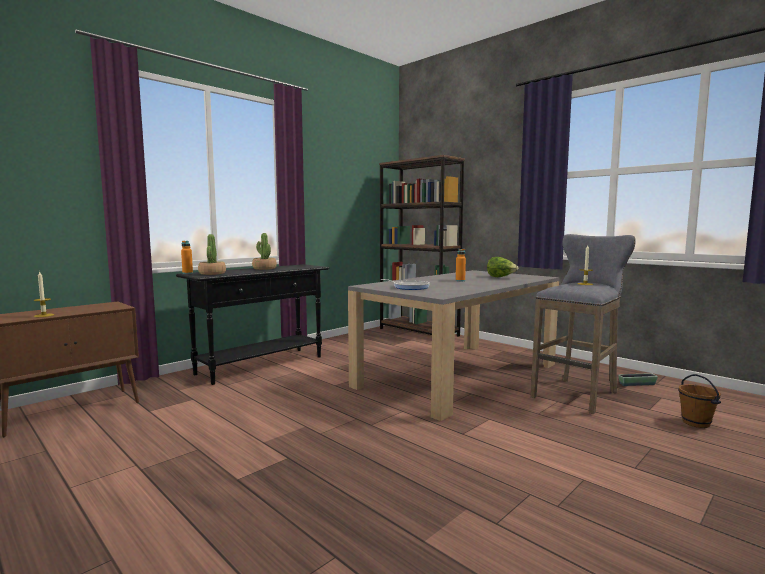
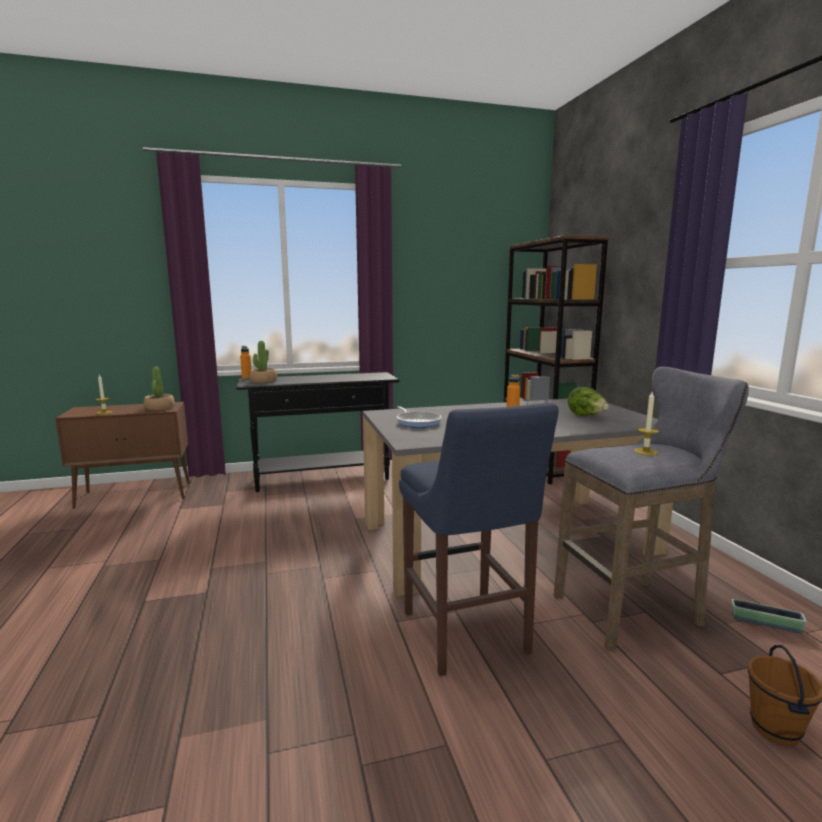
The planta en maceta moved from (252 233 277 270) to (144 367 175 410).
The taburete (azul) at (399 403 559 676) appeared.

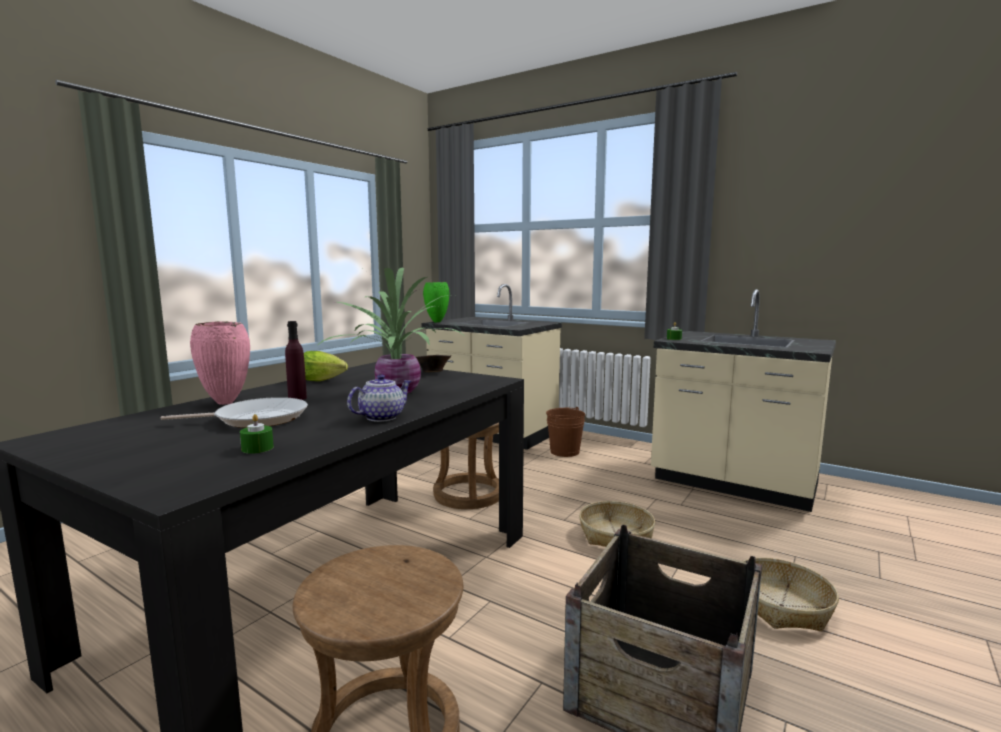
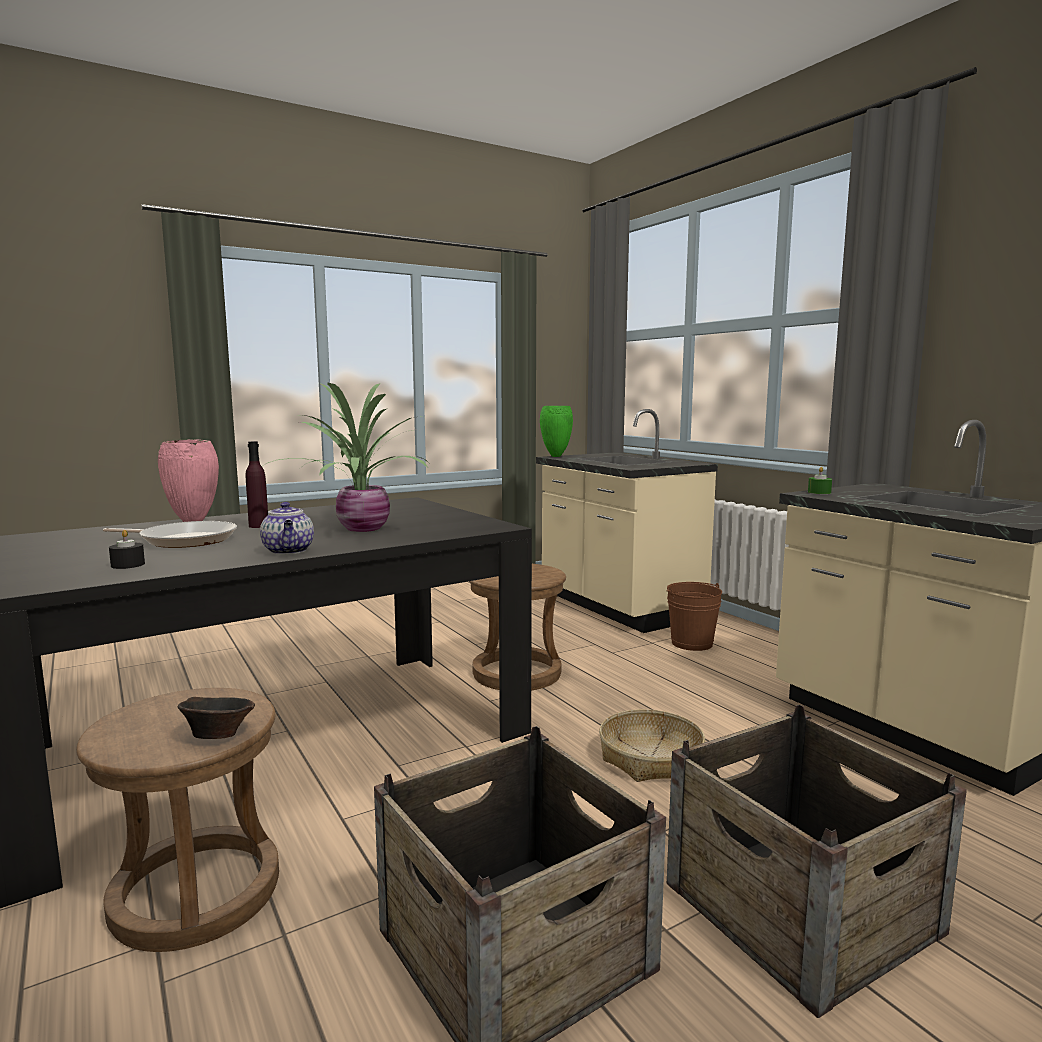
The lechuga at (304 351 348 381) disappeared.
The cuenco (marrón) moved from (416 355 451 372) to (178 697 255 739).
The tetera at (347 374 411 422) turned 90 degrees clockwise.
The vela (verde) at (240 414 274 454) became the vela (negro) at (109 530 145 569).
The cesta at (743 558 839 631) was replaced by the caja de embalaje at (667 705 967 1018).

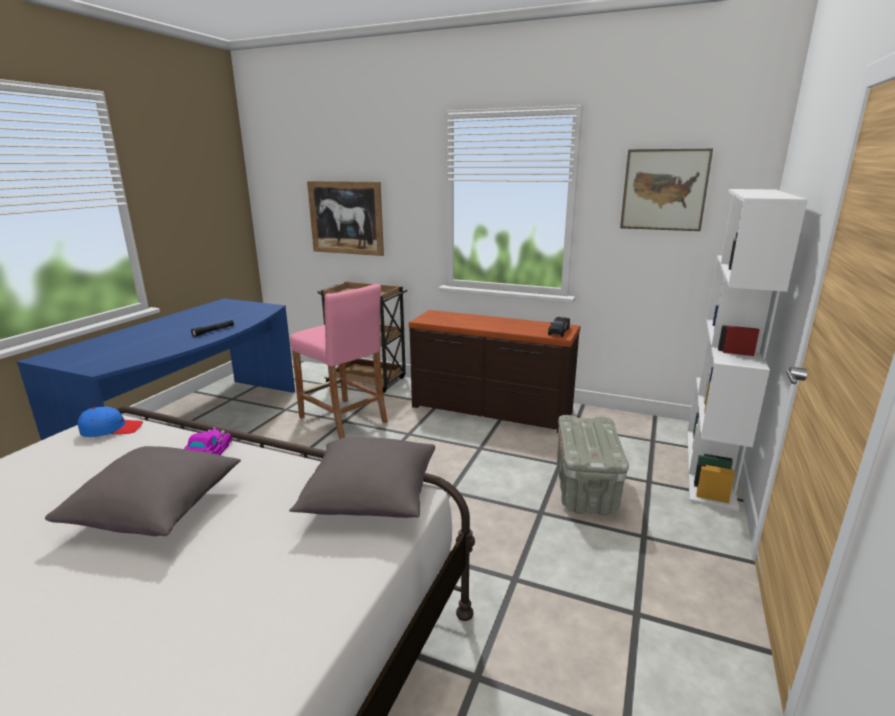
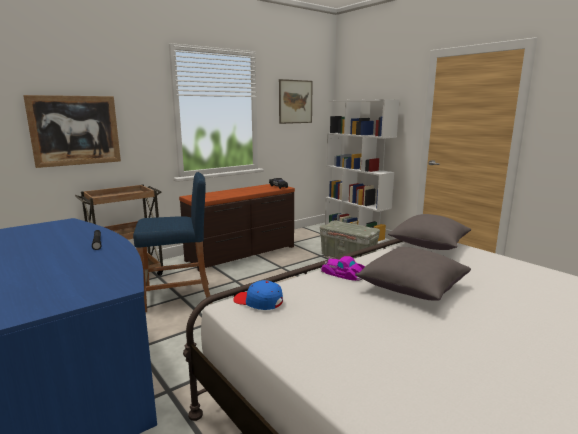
The taburete (rosa) at (290 284 388 439) became the taburete (azul) at (133 172 213 312).
The gorra (azul) at (78 407 143 437) turned 75 degrees counterclockwise.

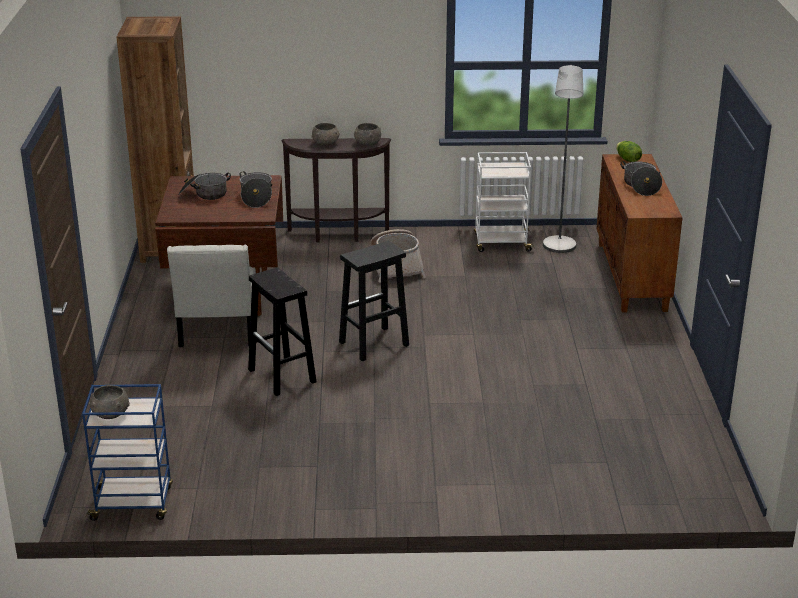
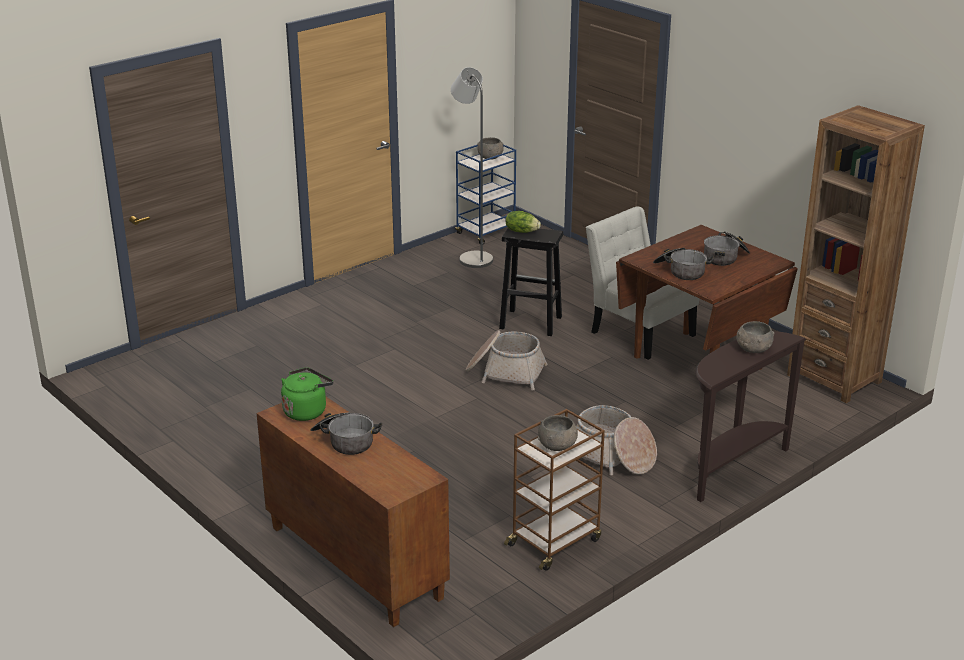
The lámpara de pie (gris) moved from (543 65 583 253) to (451 67 493 268).
The cuenco (gris) moved from (354 123 381 146) to (537 415 578 451).
The lechuga moved from (616 141 642 162) to (505 211 541 233).
The carrito (blanco) at (474 152 535 252) became the carrito (marrón) at (504 409 605 571).
The taburete (negro) at (339 241 409 361) was replaced by the cesta at (466 330 548 391).
The hervidor (verde) at (281 367 333 421) appeared.

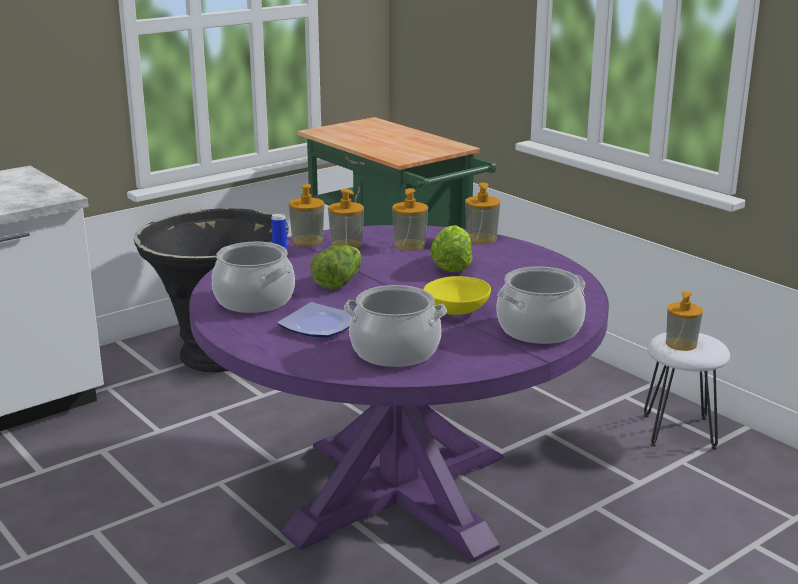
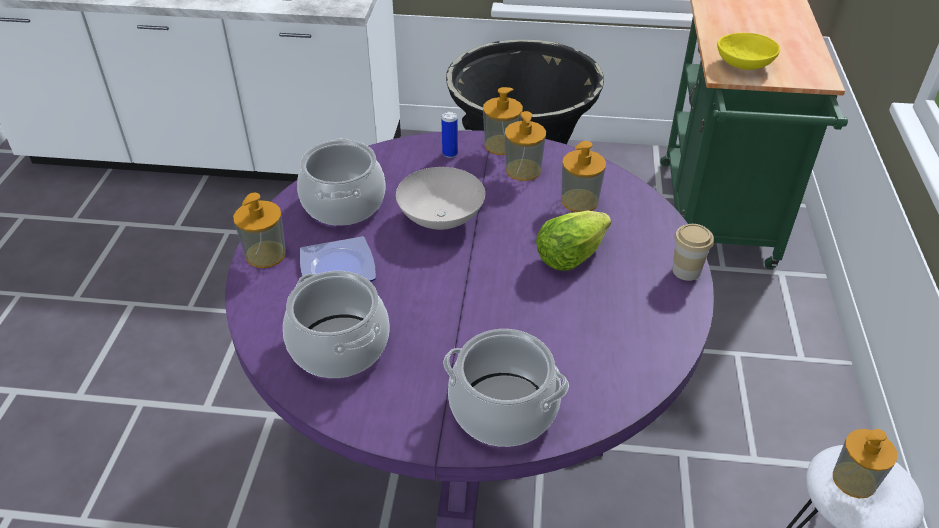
The dispensador de jabón moved from (465 183 500 244) to (233 193 286 268).
The lechuga at (310 245 362 290) was replaced by the cuenco (blanco) at (396 167 485 230).
The cuenco (amarillo) moved from (423 276 491 315) to (717 33 780 70).
The taza at (672 224 714 281) appeared.

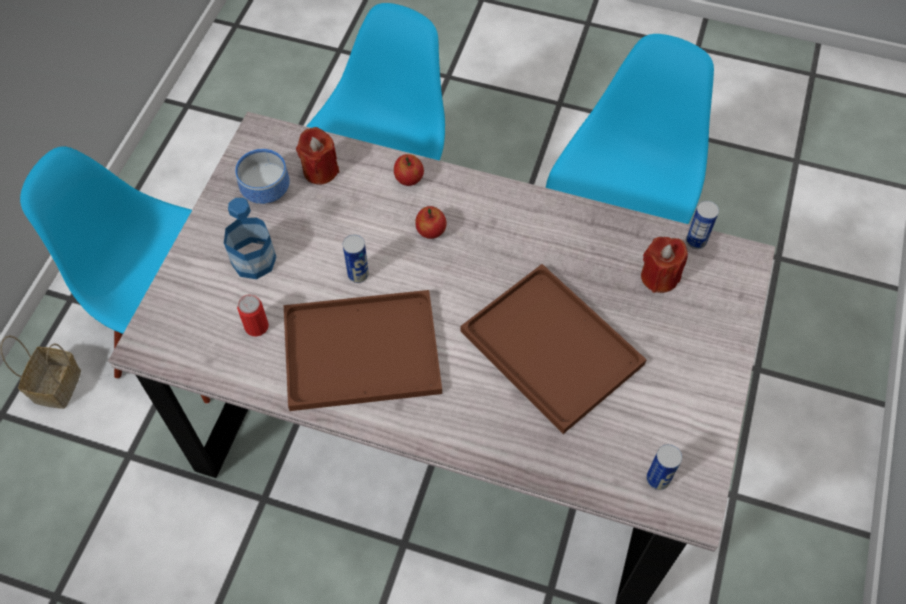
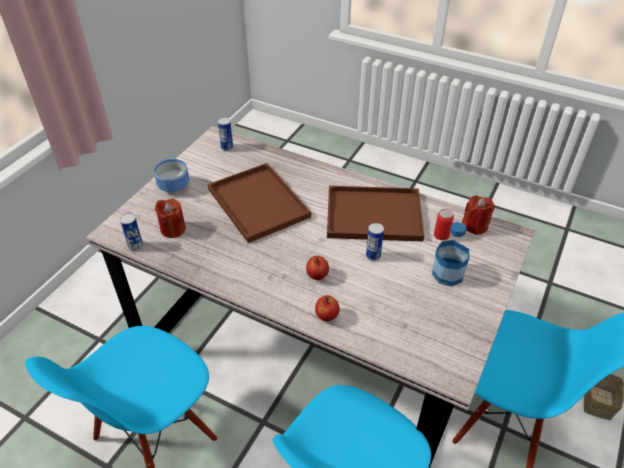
The vela (rojo) moved from (296 127 339 185) to (462 195 495 235).
The cuenco moved from (235 149 290 204) to (154 159 189 193).

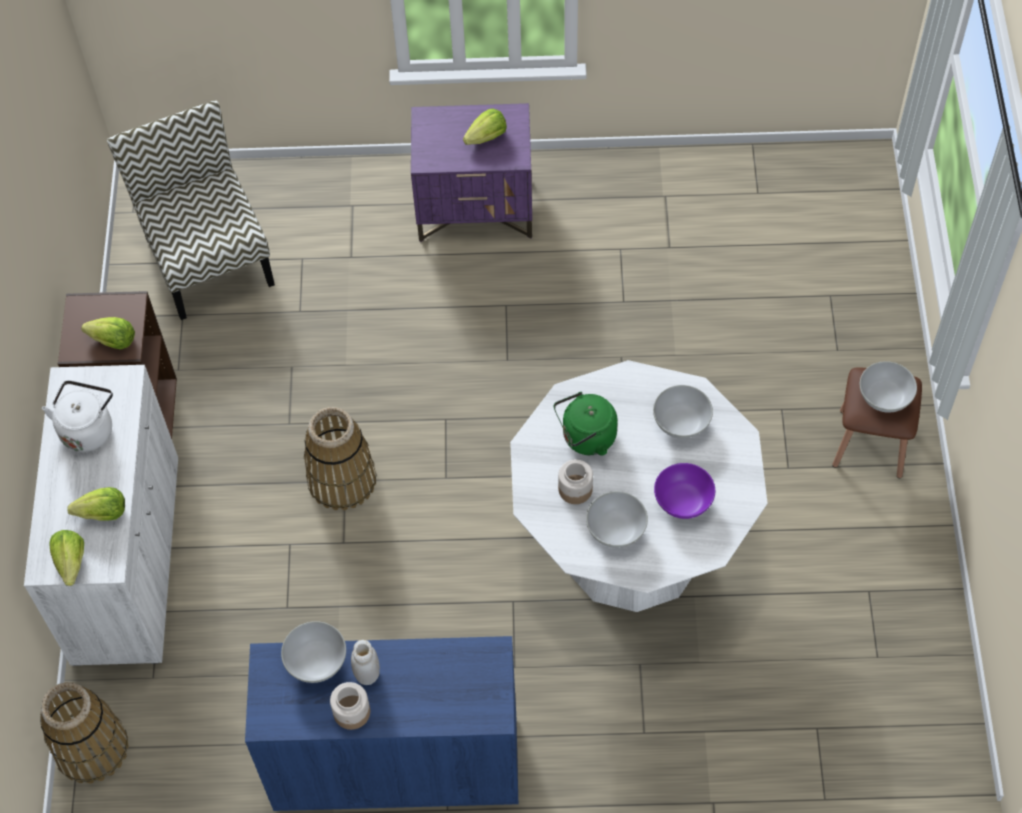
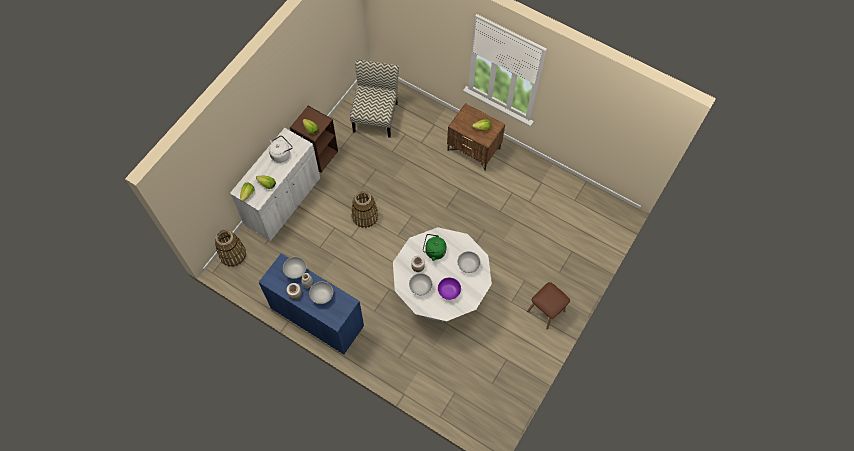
The mesita de noche (morado) at (411 103 532 242) became the mesita de noche (marrón) at (447 103 505 171).
The cuenco (blanco) moved from (860 361 917 413) to (309 281 333 304).

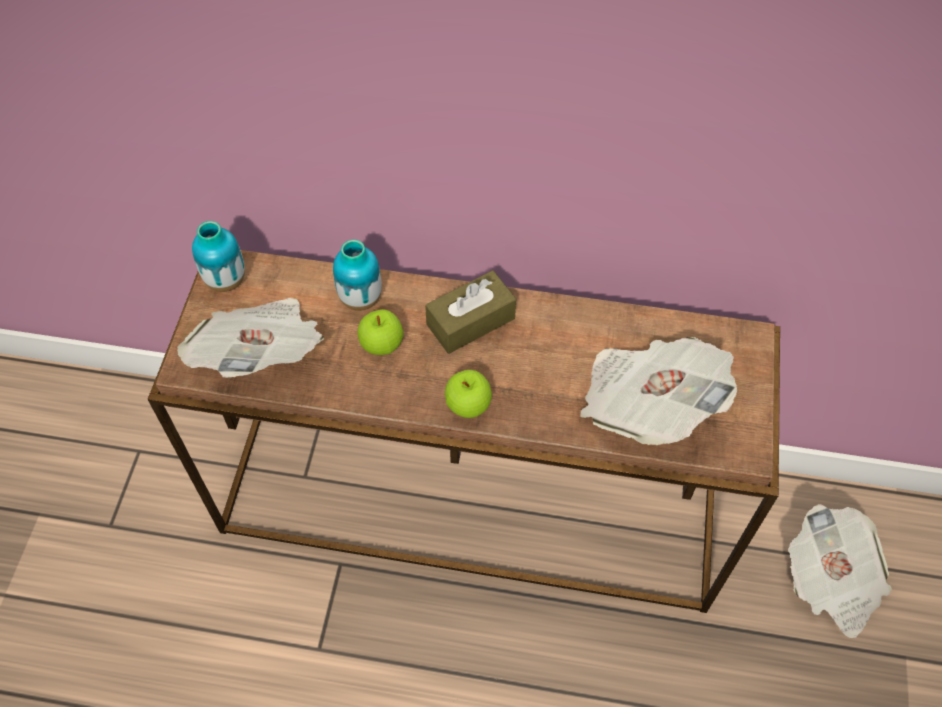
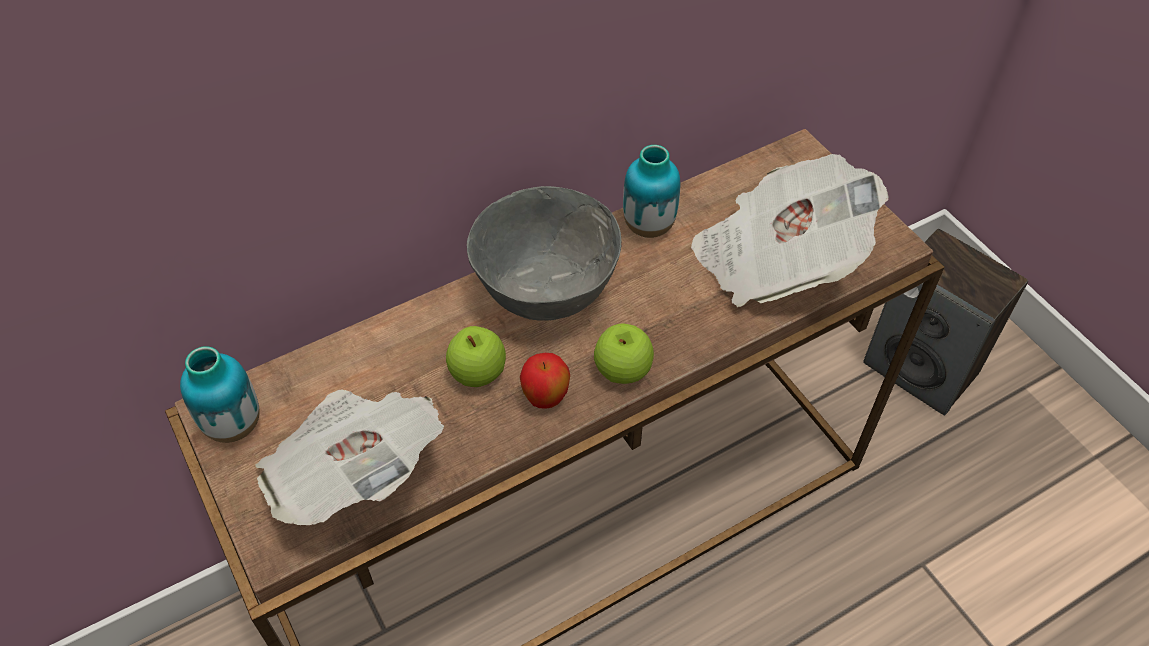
The florero moved from (333 240 381 311) to (623 145 680 238).
The caja de pañuelos (marrón) at (425 270 516 354) was replaced by the cuenco (gris) at (467 186 621 321).
The periódico at (788 504 892 638) was replaced by the altavoz at (863 229 1028 416).
The manzana at (520 353 570 409) appeared.

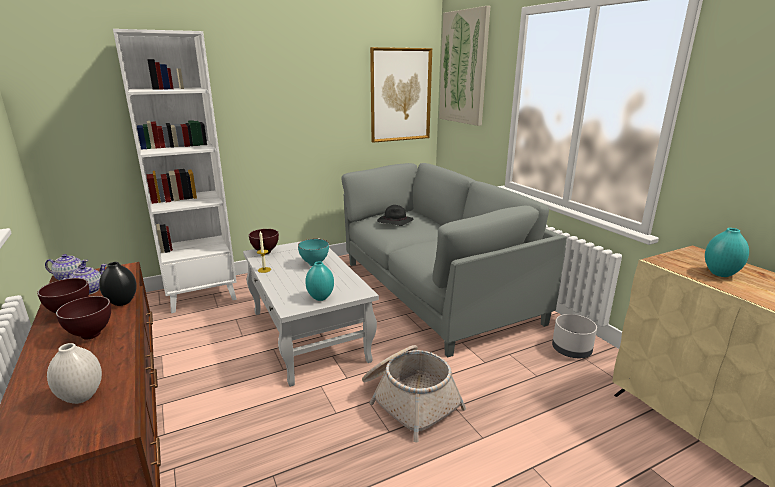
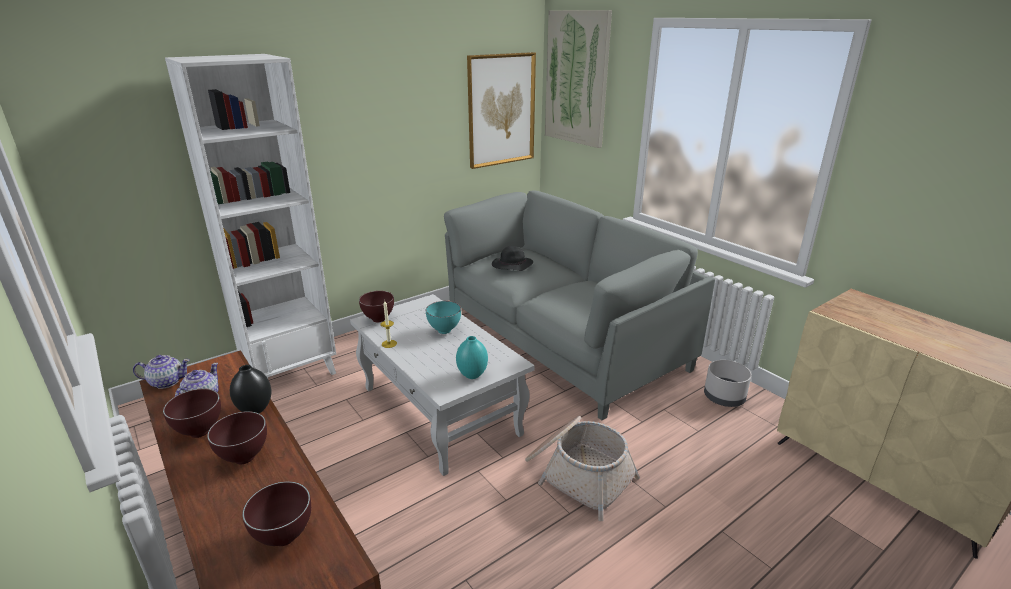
The florero (turquesa) at (705 228 749 277) disappeared.
The florero (blanco) at (47 343 102 404) was replaced by the cuenco (marrón) at (242 481 311 546).

